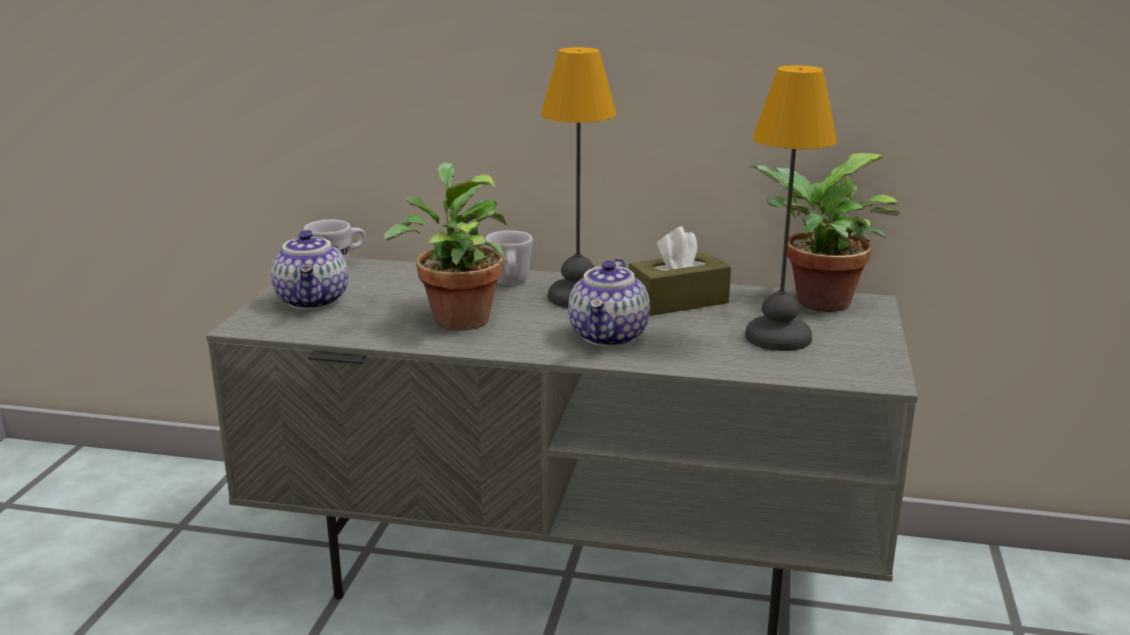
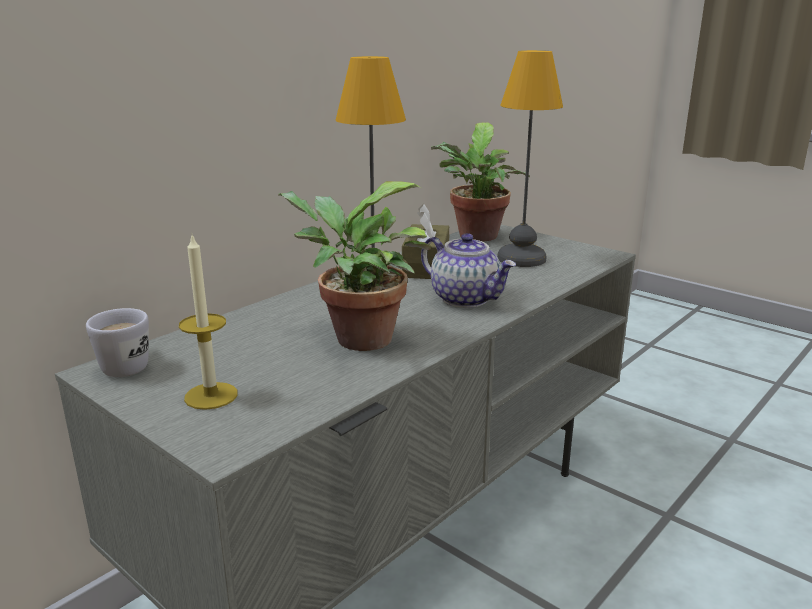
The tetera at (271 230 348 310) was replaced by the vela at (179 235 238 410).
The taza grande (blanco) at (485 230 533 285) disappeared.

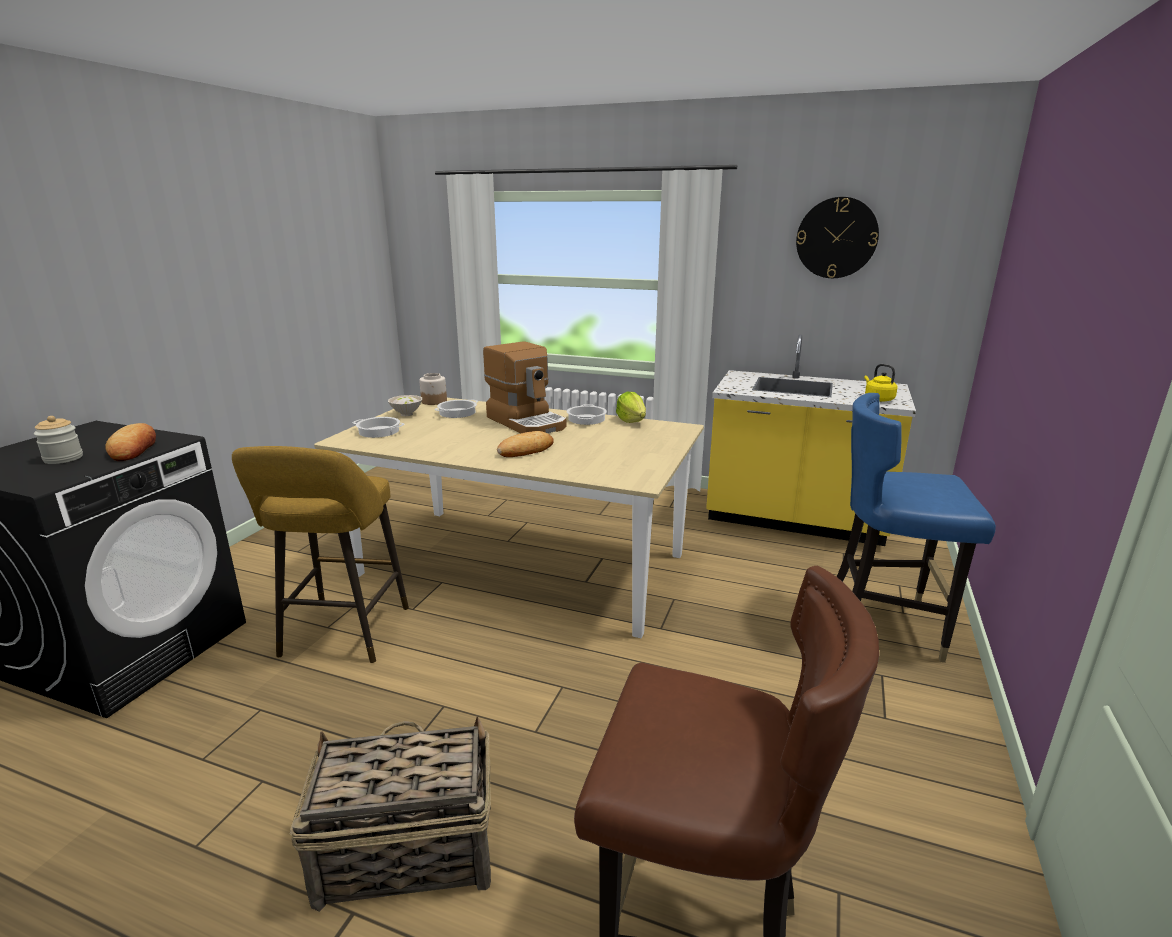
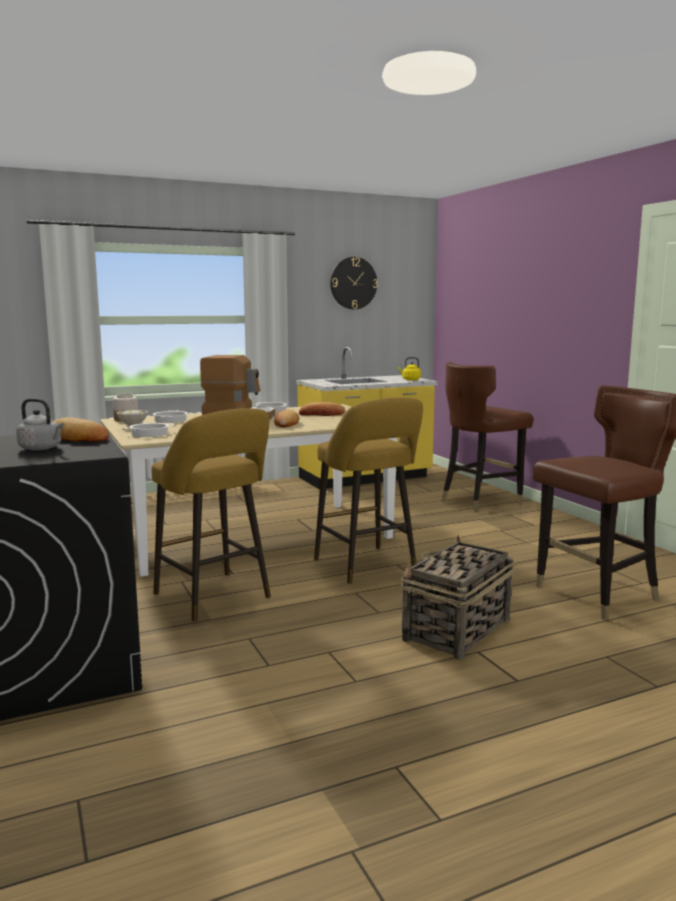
The lechuga at (616 392 646 423) disappeared.
The silla (azul) at (837 393 996 663) became the silla (marrón) at (442 362 533 511).
The tarro at (34 416 83 464) was replaced by the hervidor (gris) at (16 398 64 451).
The taburete (amarillo) at (314 397 423 583) appeared.
The pan at (299 402 346 416) appeared.

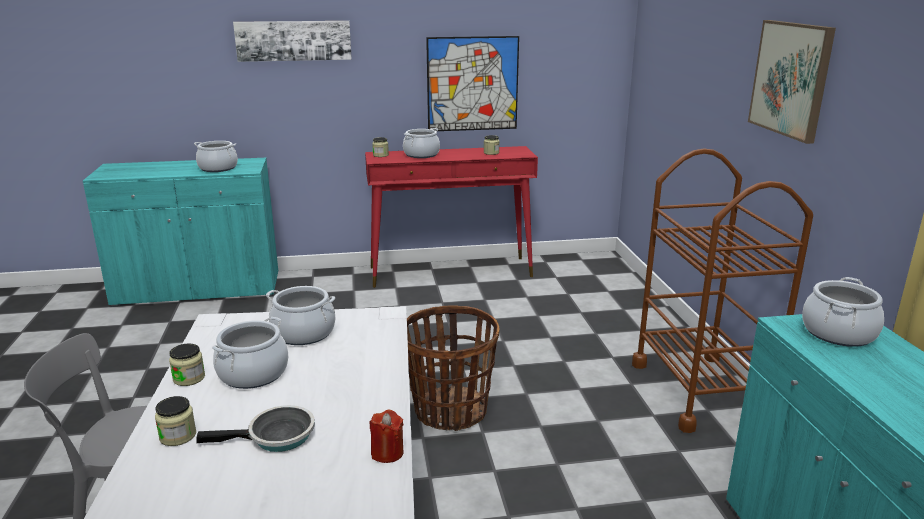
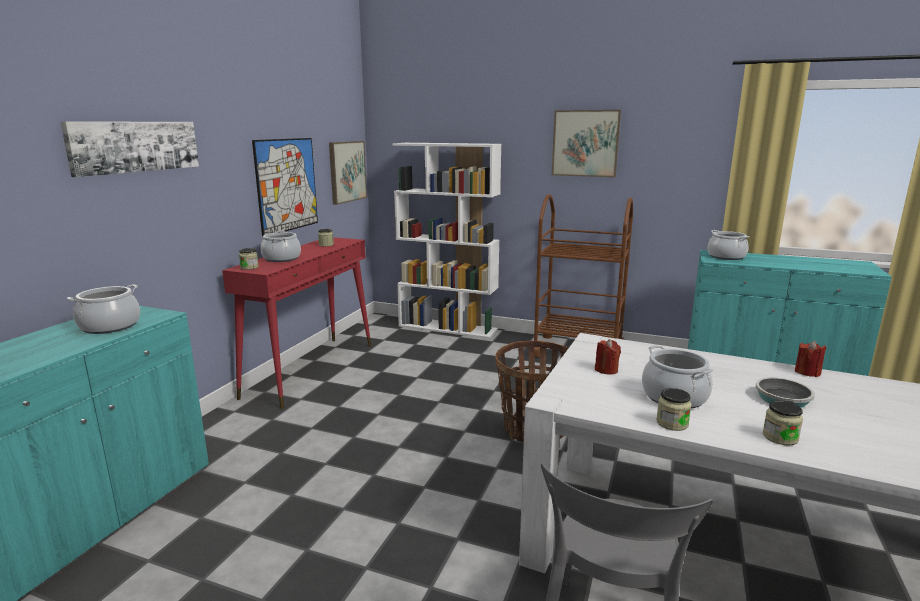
The olla at (266 286 335 345) was replaced by the vela (rojo) at (595 339 621 375).
The cuadro at (329 141 367 205) appeared.
The estantería (blanco) at (392 143 502 339) appeared.

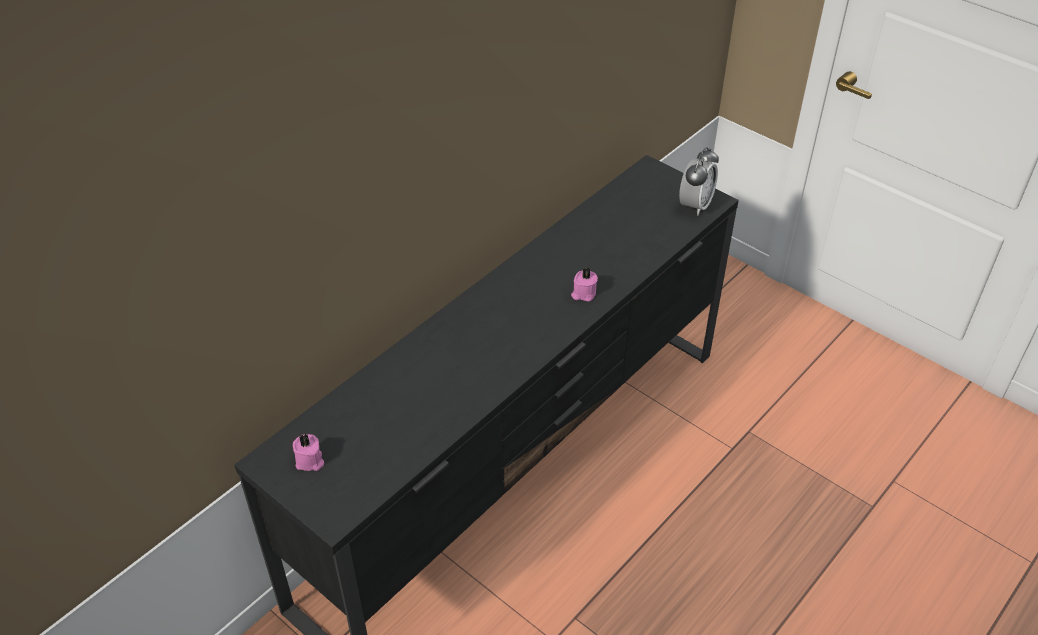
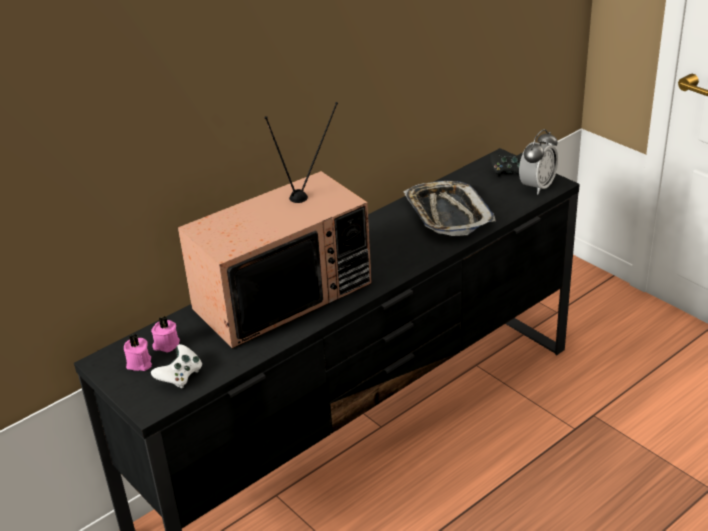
The vela (rosa) moved from (571 267 598 302) to (151 316 180 353).
The televisor at (178 102 372 349) appeared.
The mando de consola (negro) at (489 152 523 177) appeared.
The bandeja at (404 181 496 236) appeared.
The mando de consola (blanco) at (151 344 202 389) appeared.

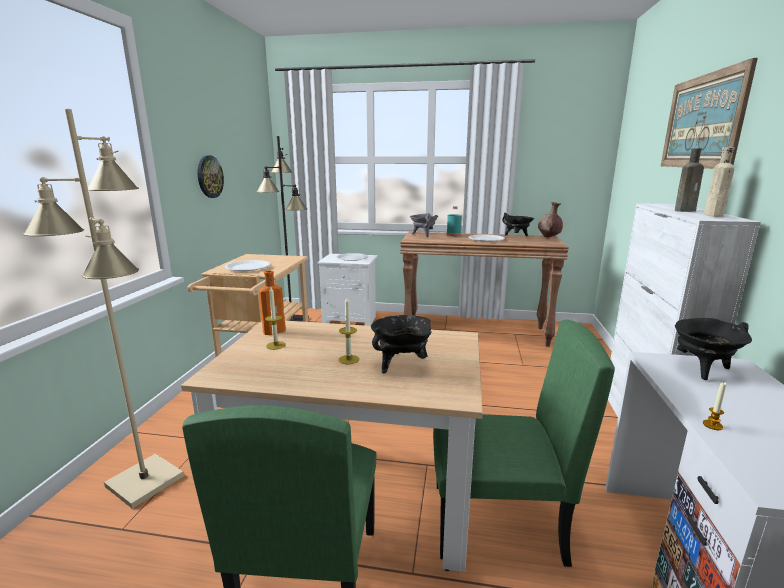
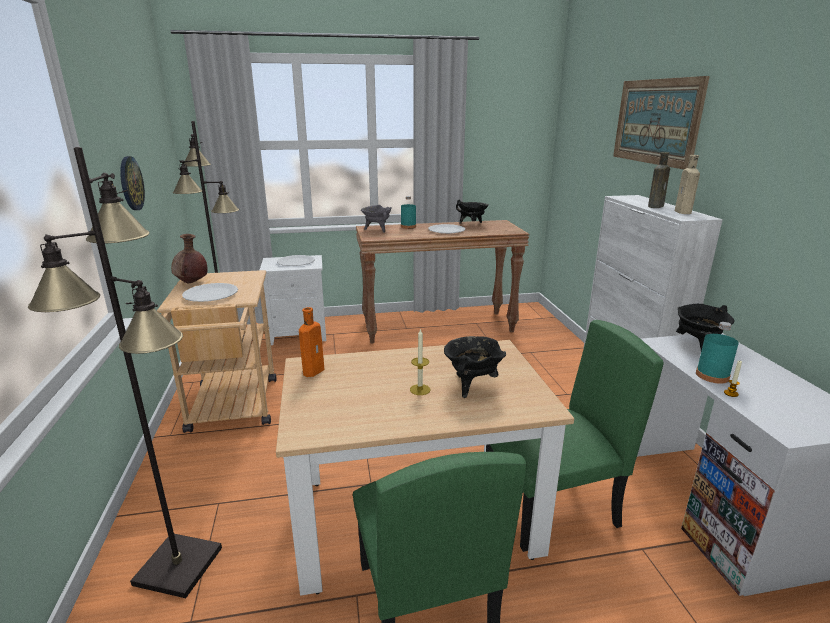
The lámpara de pie (beis) at (24 109 184 509) became the lámpara de pie (negro) at (28 147 222 598).
The florero (marrón) moved from (538 202 563 238) to (171 234 208 283).
The vela at (265 287 286 350) disappeared.
The botella (turquesa) at (696 322 739 384) appeared.

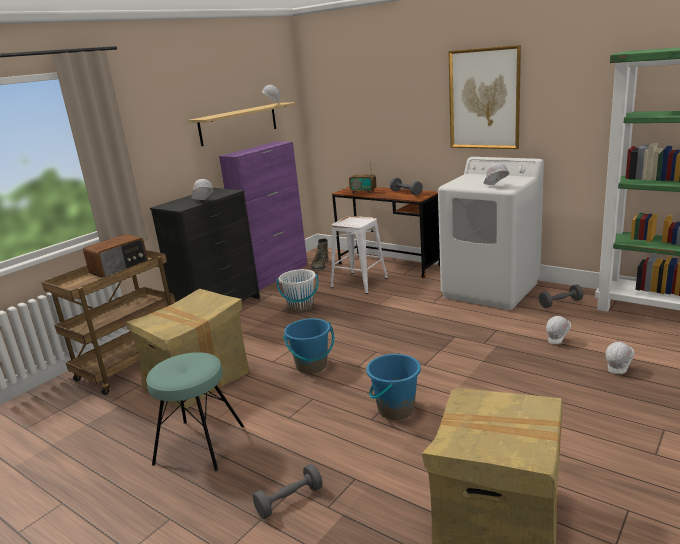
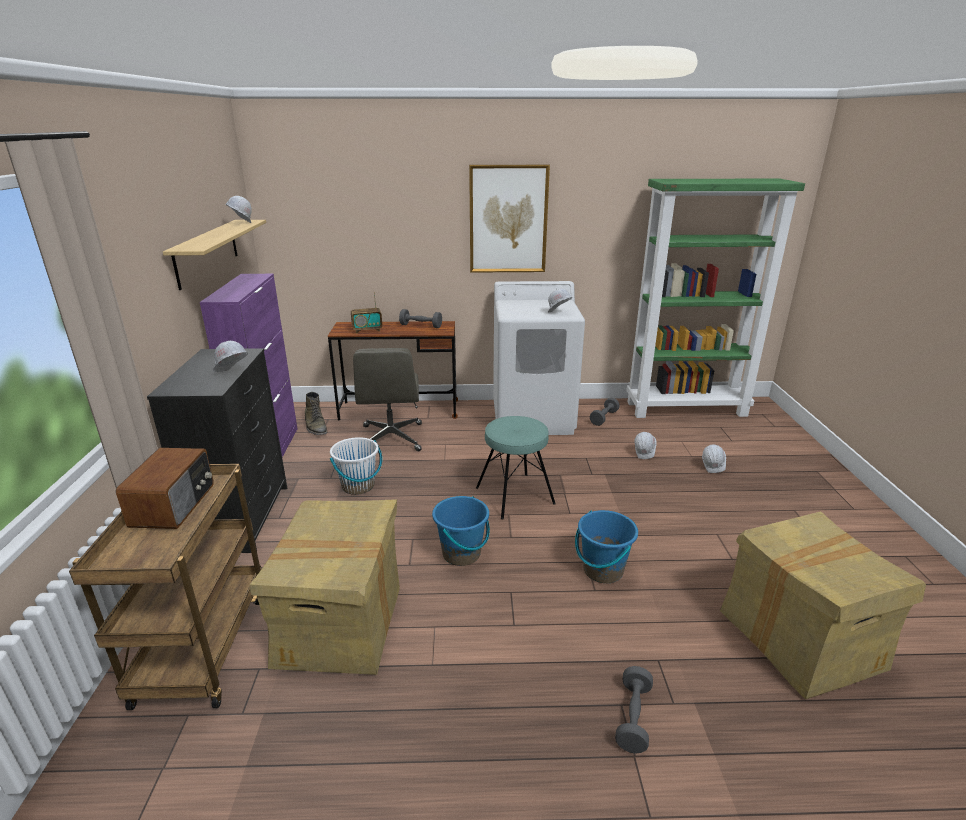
The taburete (blanco) at (331 216 388 294) was replaced by the silla de oficina (gris) at (353 348 422 451).
The taburete (turquesa) moved from (146 352 244 471) to (476 416 556 519).

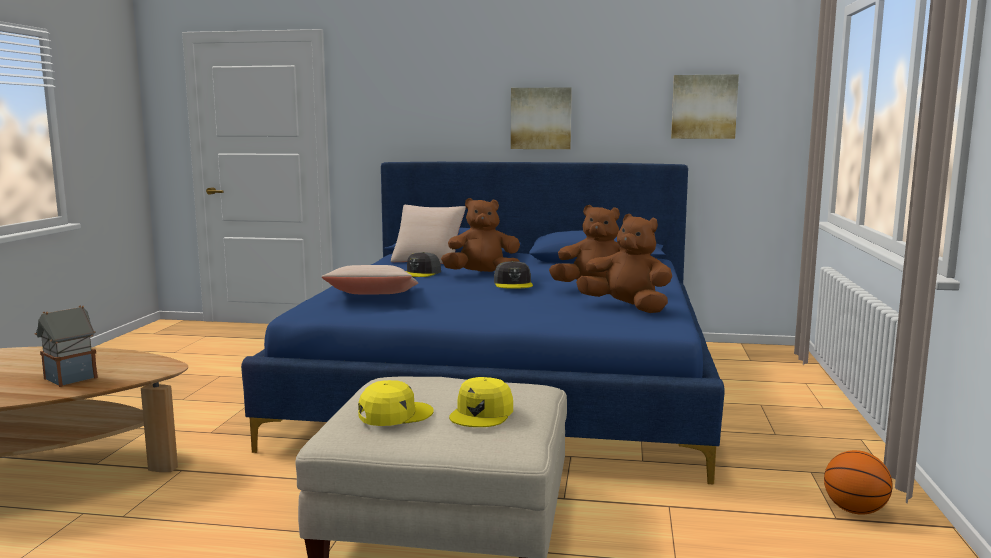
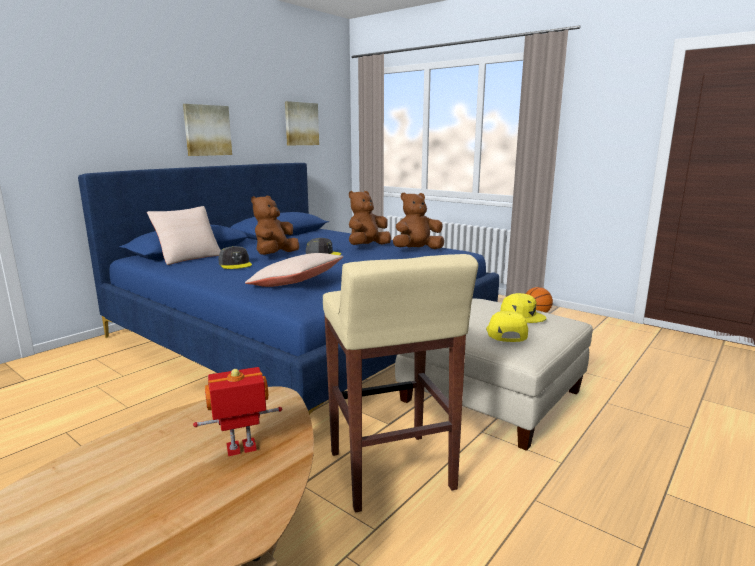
The casita at (35 306 98 387) was replaced by the robot de juguete at (193 367 282 456).
The taburete (beis) at (323 254 478 513) appeared.

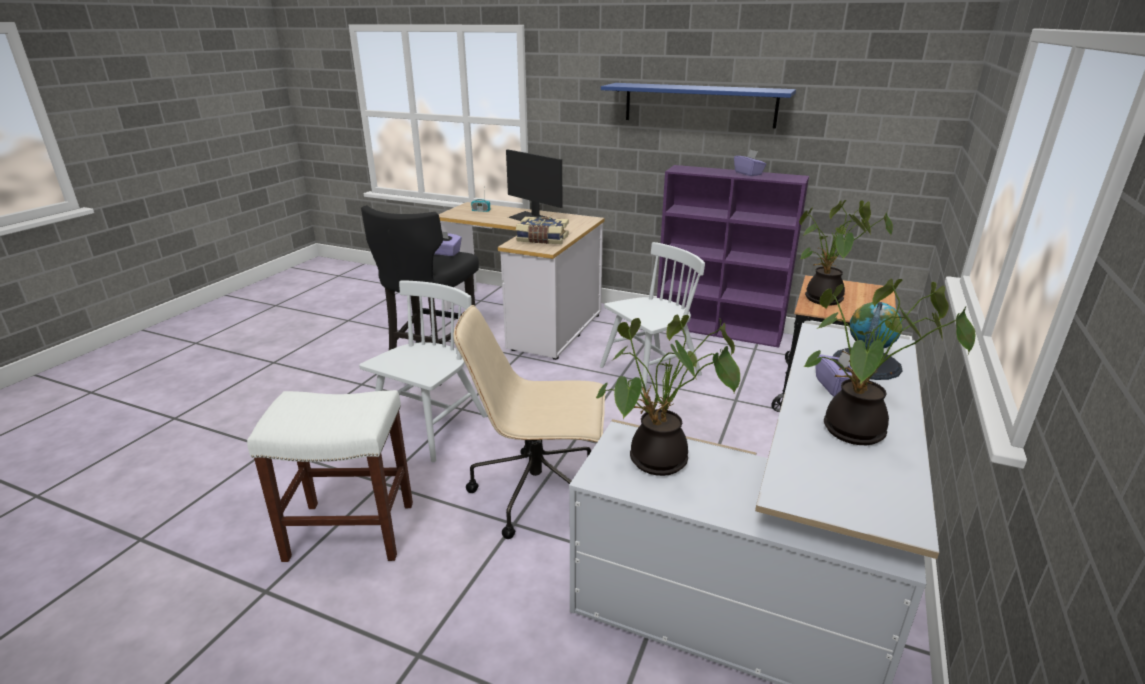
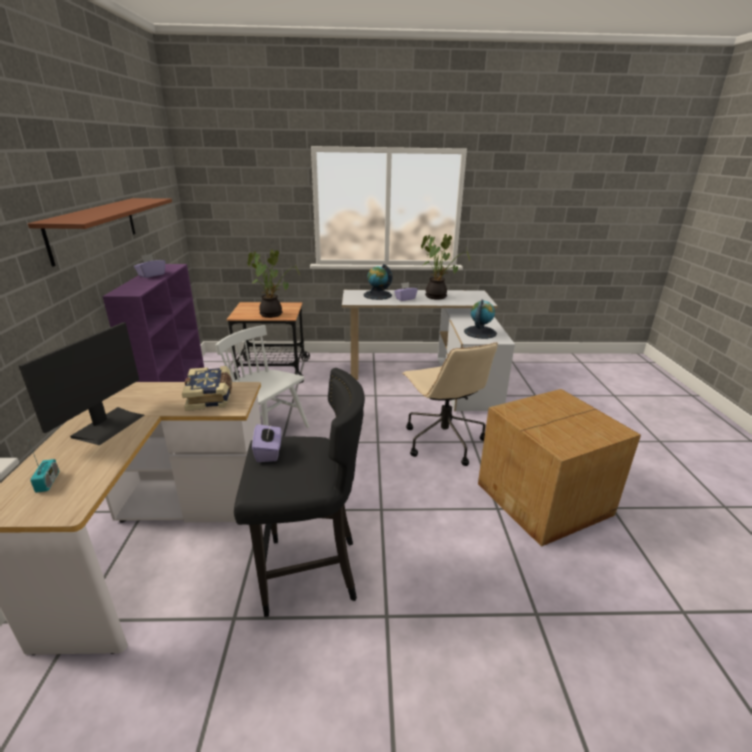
The estante (azul) at (601 83 796 129) became the estante (marrón) at (28 198 172 267).
The silla (blanco) at (359 280 487 462) disappeared.
The planta en maceta at (596 315 740 476) was replaced by the globo terráqueo at (464 300 497 339).
The taburete (blanco) at (247 390 413 562) was replaced by the caja de cartón at (478 389 641 547).

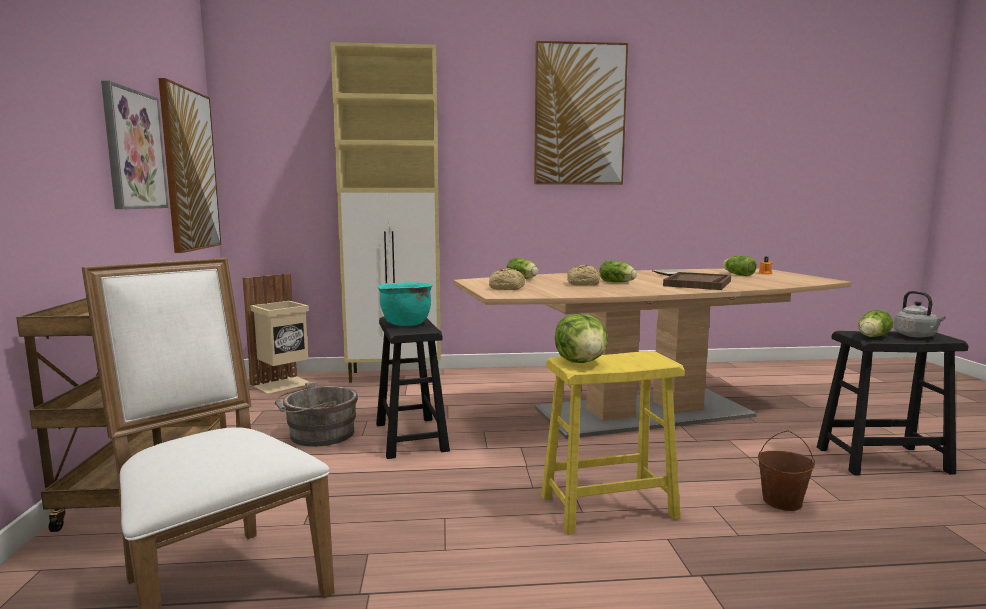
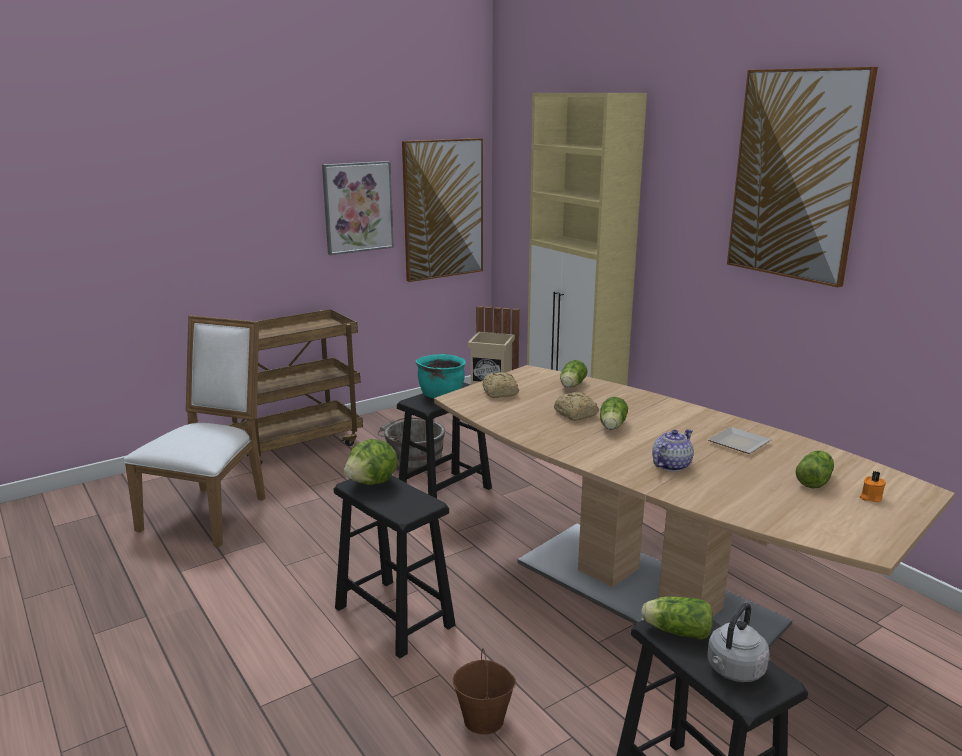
The bandeja (marrón) at (663 272 731 290) was replaced by the tetera at (652 429 694 471).
The taburete (amarillo) at (541 351 685 535) became the taburete (negro) at (334 475 456 658).

